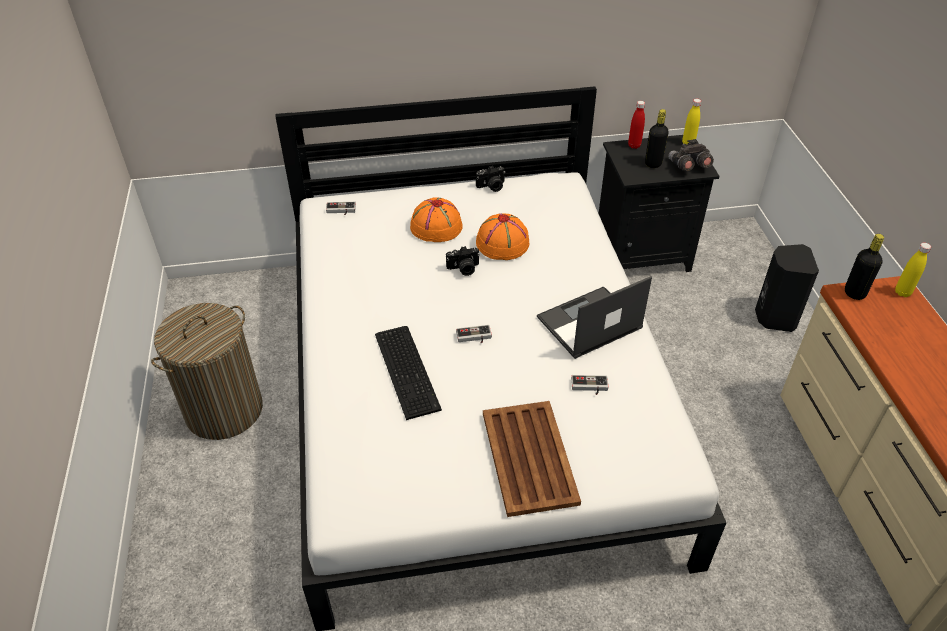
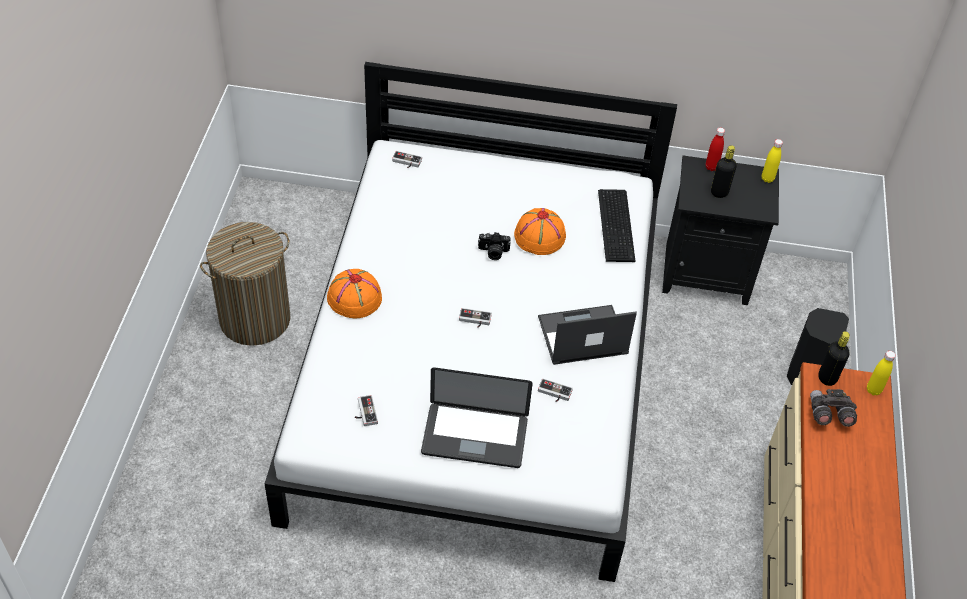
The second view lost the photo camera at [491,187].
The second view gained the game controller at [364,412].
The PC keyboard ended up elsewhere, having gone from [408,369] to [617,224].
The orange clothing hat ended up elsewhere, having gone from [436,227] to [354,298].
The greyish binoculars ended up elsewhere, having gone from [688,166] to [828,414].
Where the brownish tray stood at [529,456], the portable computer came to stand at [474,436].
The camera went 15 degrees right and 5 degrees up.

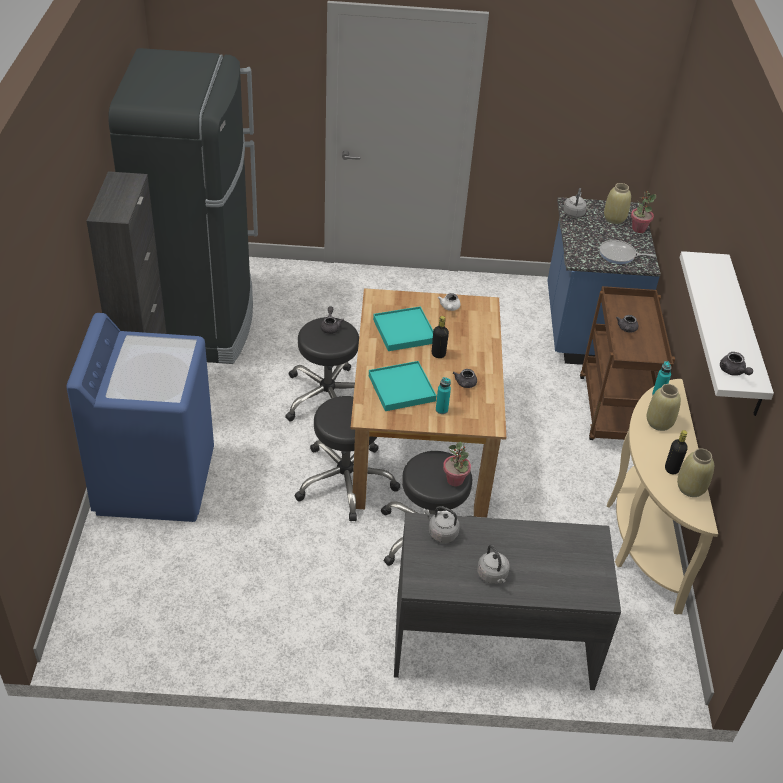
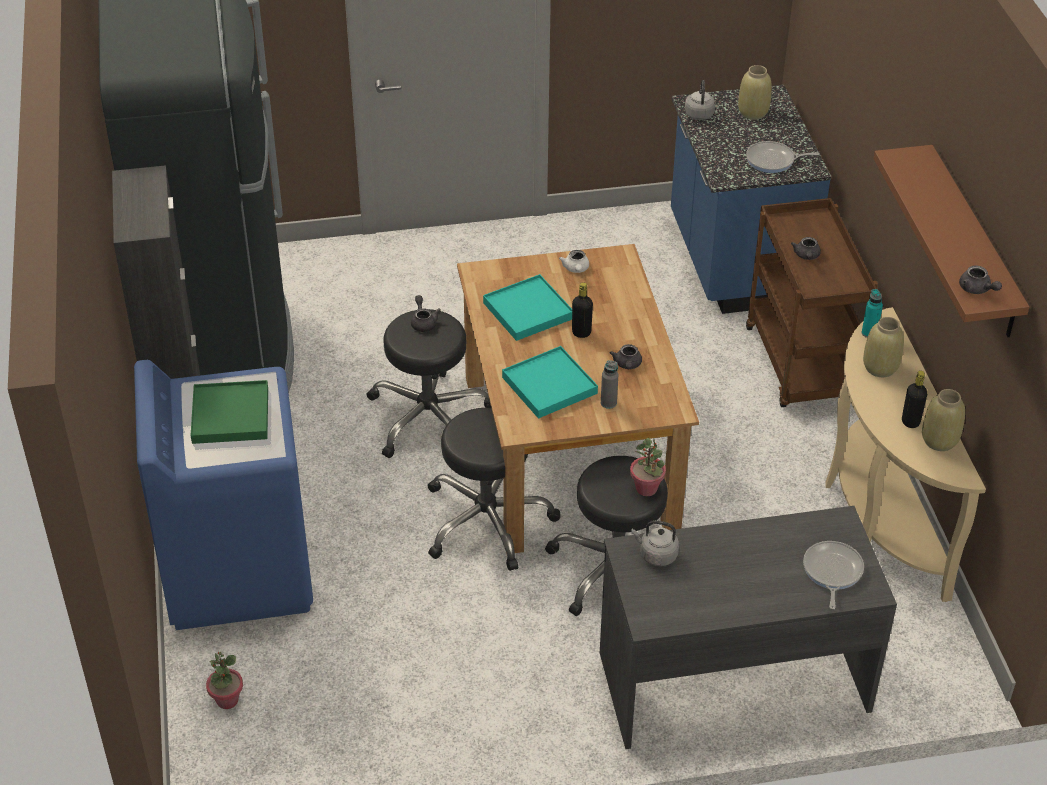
The second view lost the greyish kettle at [493,576].
The second view gained the green tray at [230,415].
The second view gained the skillet at [832,572].
The potted plant ended up elsewhere, having gone from [638,229] to [227,700].
What was the blue-green bottle at [441,410] turned into the greyish bottle at [608,403].
What was the white bracket shelf at [743,336] turned into the brownish bracket shelf at [973,243].
The camera went 10 degrees left and 0 degrees up.

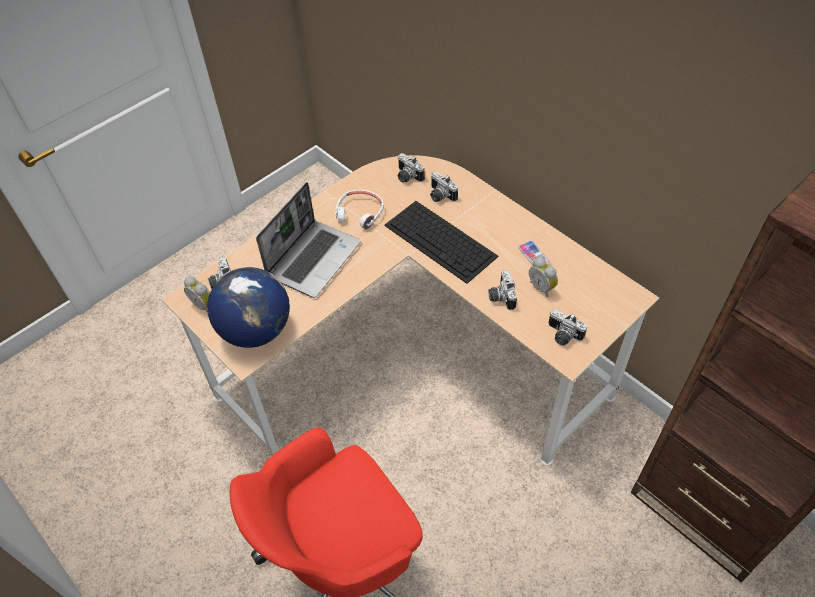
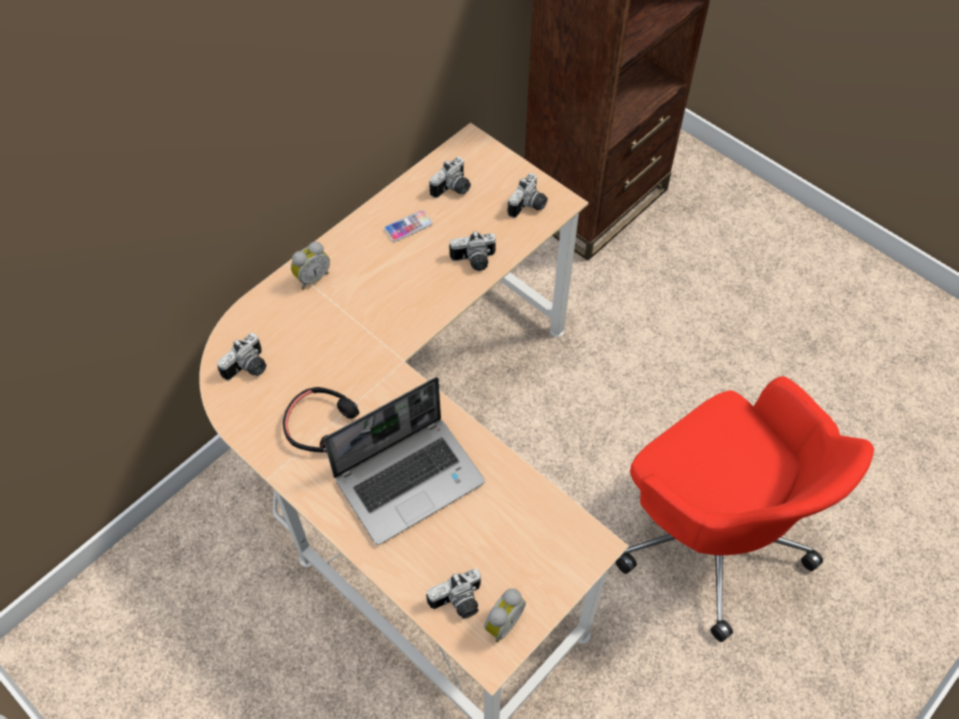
The second view lost the world globe at [256,330].
The second view lost the PC keyboard at [441,241].
The photo camera ended up elsewhere, having gone from [439,196] to [453,189].
The alarm clock ended up elsewhere, having gone from [542,287] to [312,277].
What was the white headphones at [360,213] turned into the black headphones at [320,425].
The portable computer at [314,258] ended up facing another way, 120 degrees clockwise from before.
The camera went 95 degrees left and 5 degrees up.

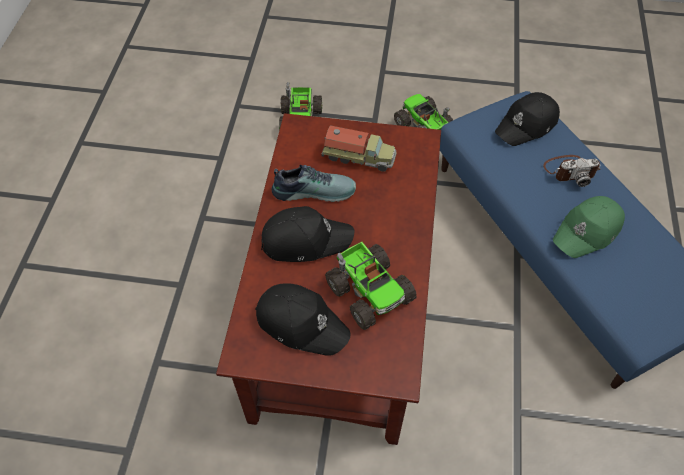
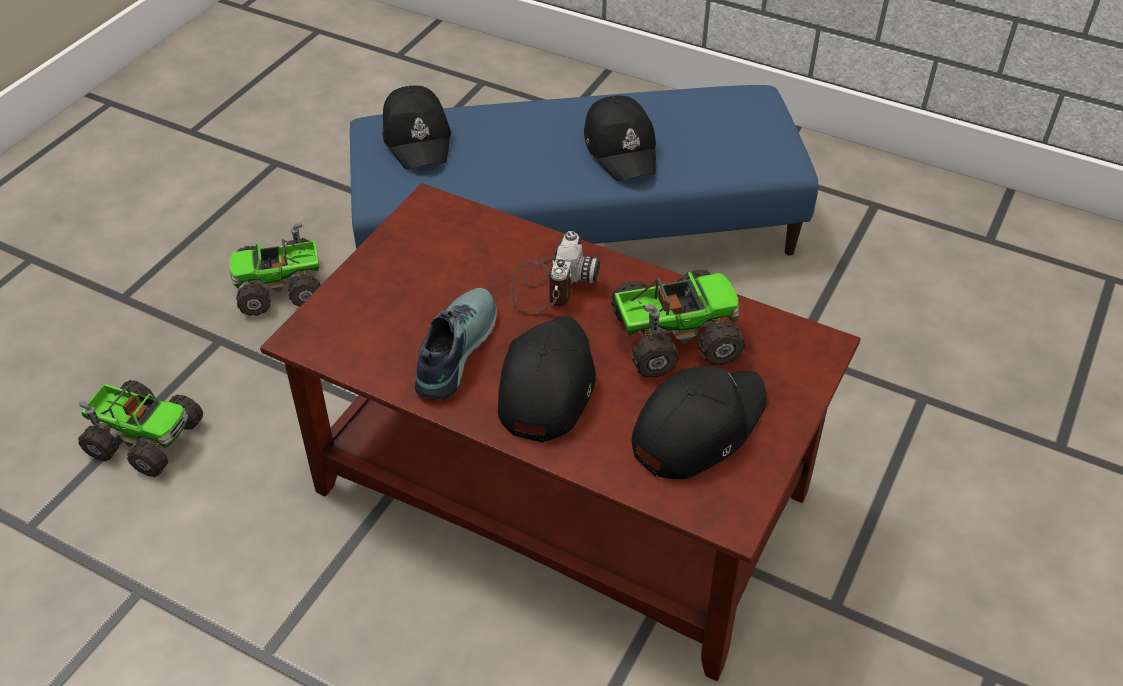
The second view lost the toy truck at [359,157].
The photo camera ended up elsewhere, having gone from [570,171] to [549,283].
What was the green peaked cap at [588,231] turned into the black peaked cap at [621,148].
The camera went 70 degrees left and 10 degrees down.

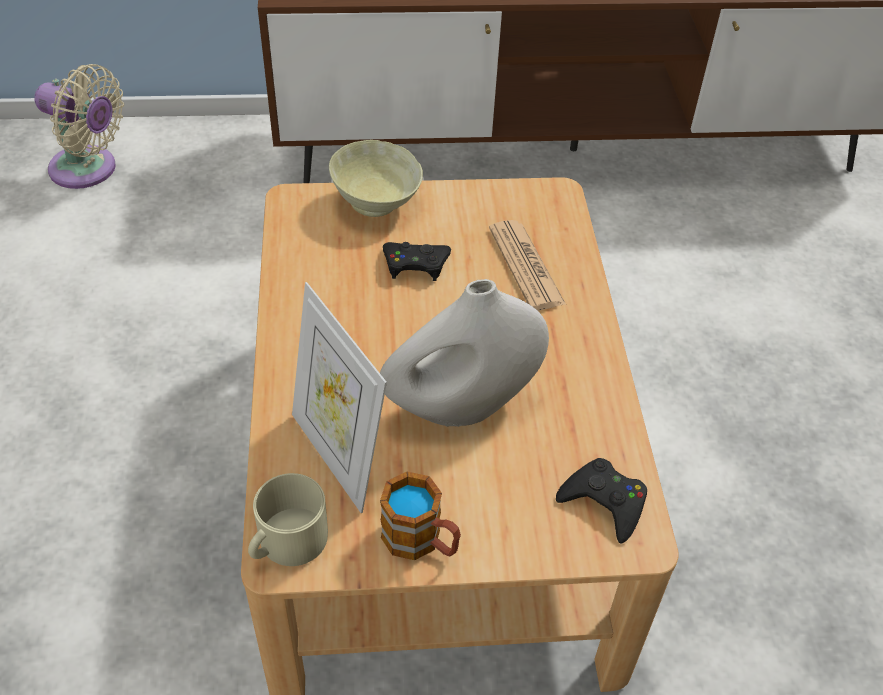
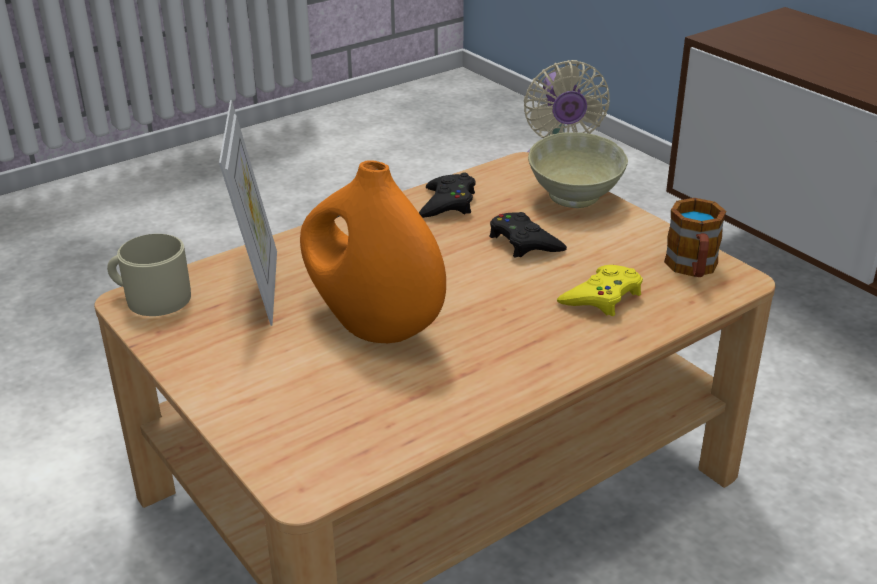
The tea mug ended up elsewhere, having gone from [421,541] to [692,269].
The black game controller ended up elsewhere, having gone from [604,503] to [447,203].
Where the printed paper stood at [526,266], the yellow-coloured game controller came to stand at [602,297].
What was the white vase at [461,408] turned into the orange vase at [373,326].
The standing frame at [338,455] ended up facing another way, 150 degrees clockwise from before.
The camera went 60 degrees right and 15 degrees down.

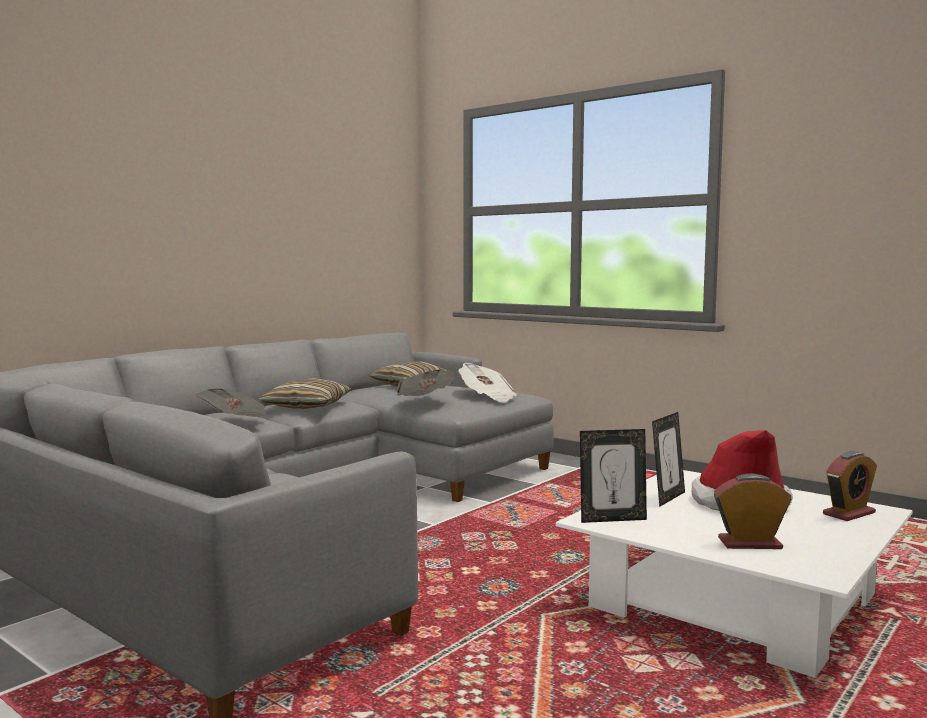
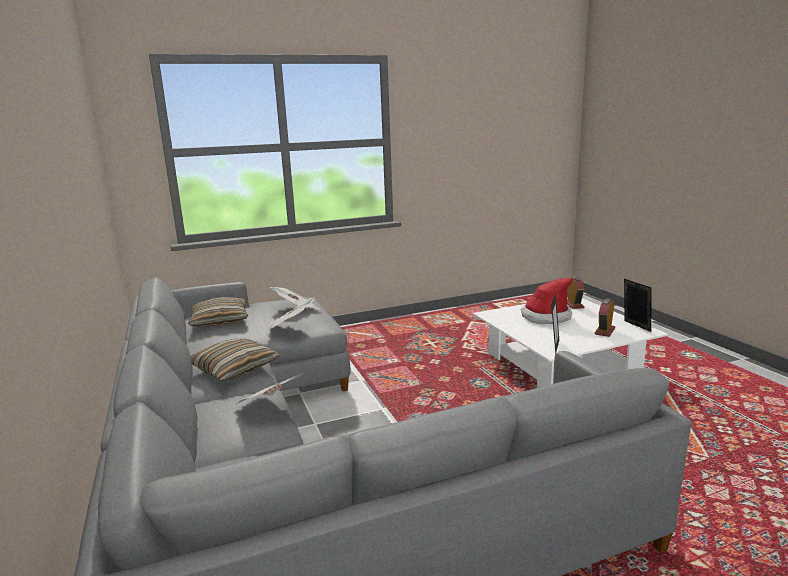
The standing frame ended up elsewhere, having gone from [667,498] to [635,326].
The camera went 60 degrees left and 10 degrees up.

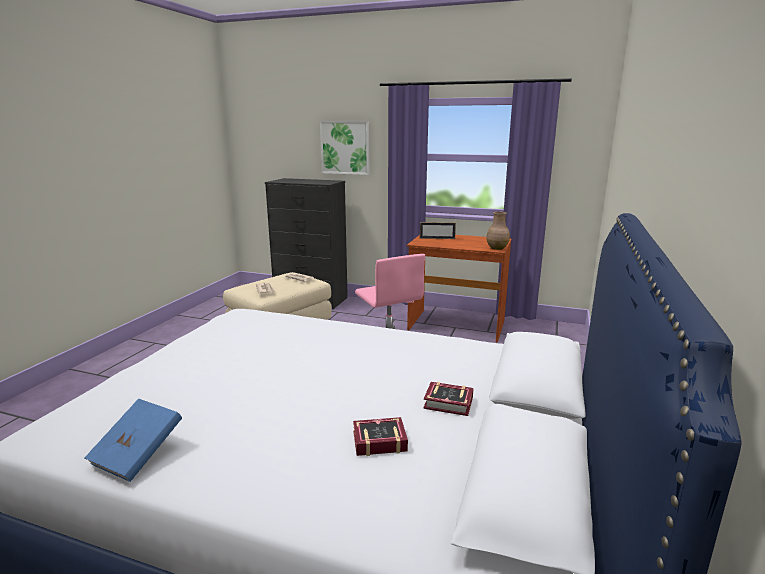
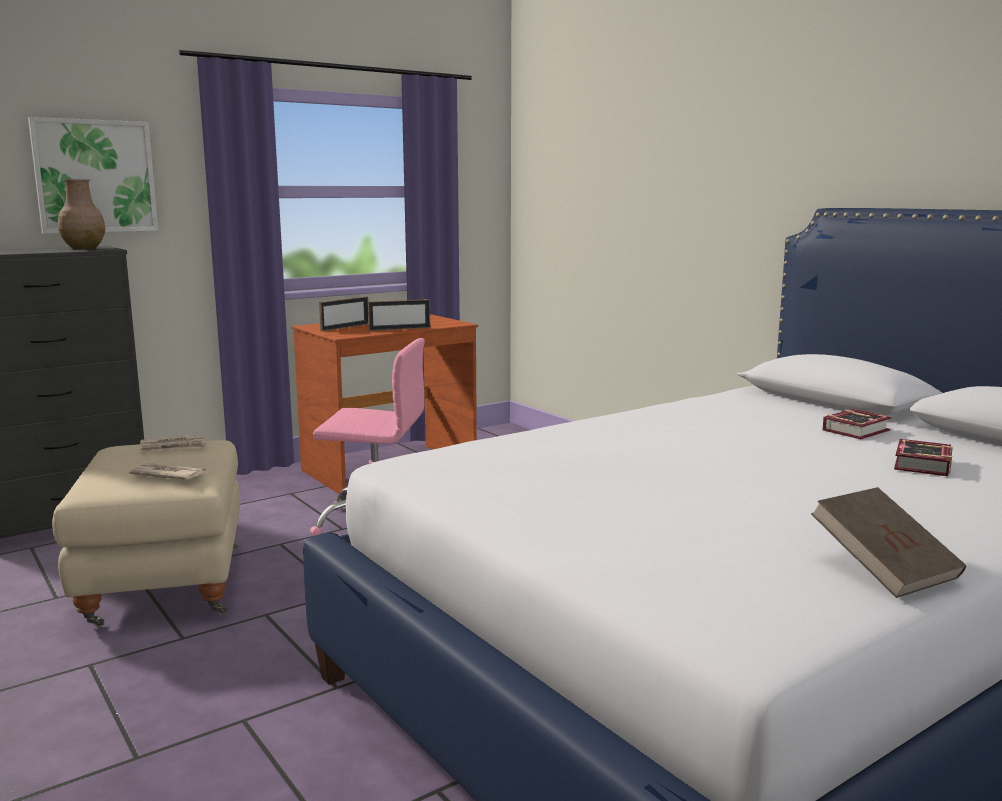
The second view gained the standing frame at [399,329].
The brownish vase ended up elsewhere, having gone from [496,248] to [83,248].
What was the blue volume at [138,454] turned into the brownish volume at [884,569].
The camera went 55 degrees left and 5 degrees down.

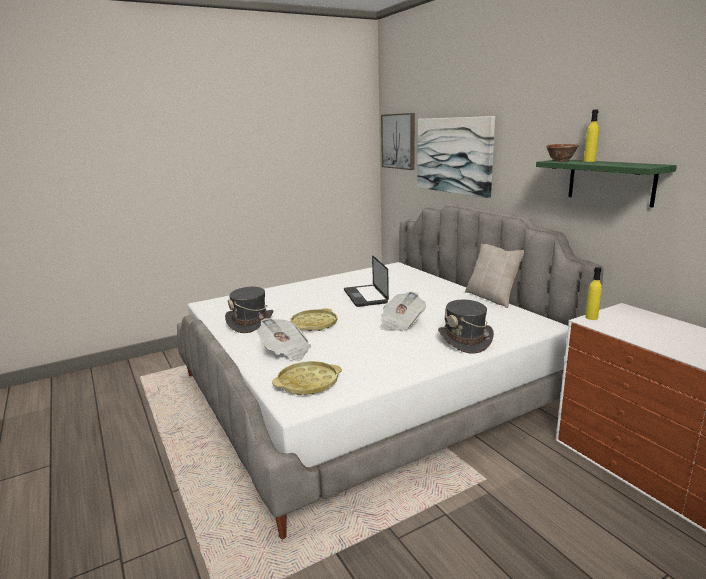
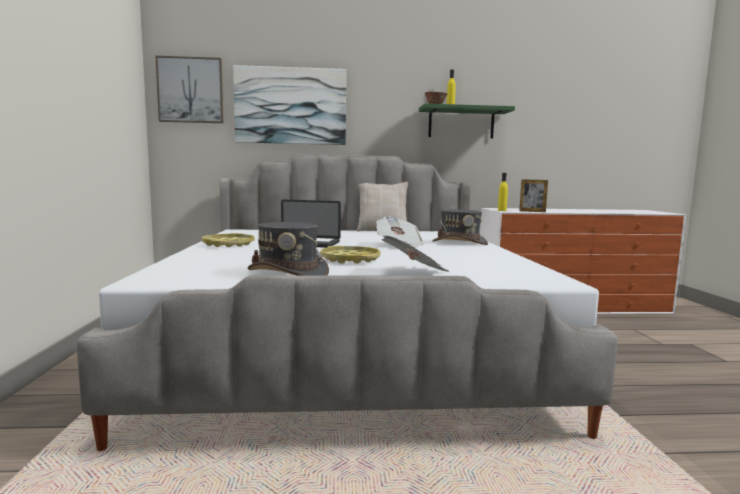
The second view gained the standing frame at [532,211].
The yellow-coloured tray ended up elsewhere, having gone from [308,383] to [228,244].
The camera went 65 degrees left and 10 degrees down.

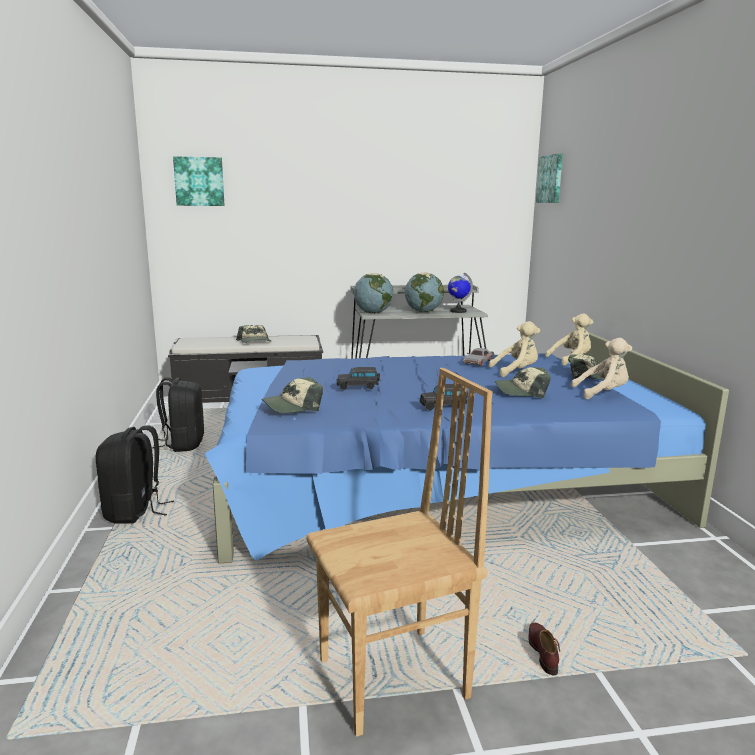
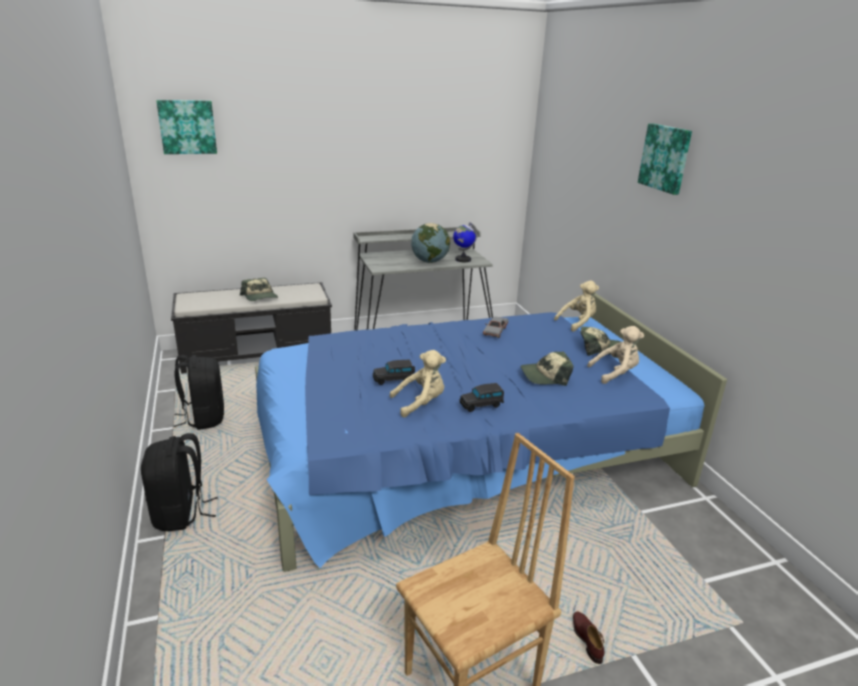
The second view lost the peaked cap at [292,406].
The second view lost the world globe at [373,313].
The beige-coloured plush toy ended up elsewhere, having gone from [516,371] to [421,403].
The wall art ended up elsewhere, having gone from [551,179] to [666,158].
The camera went 10 degrees left and 10 degrees up.

